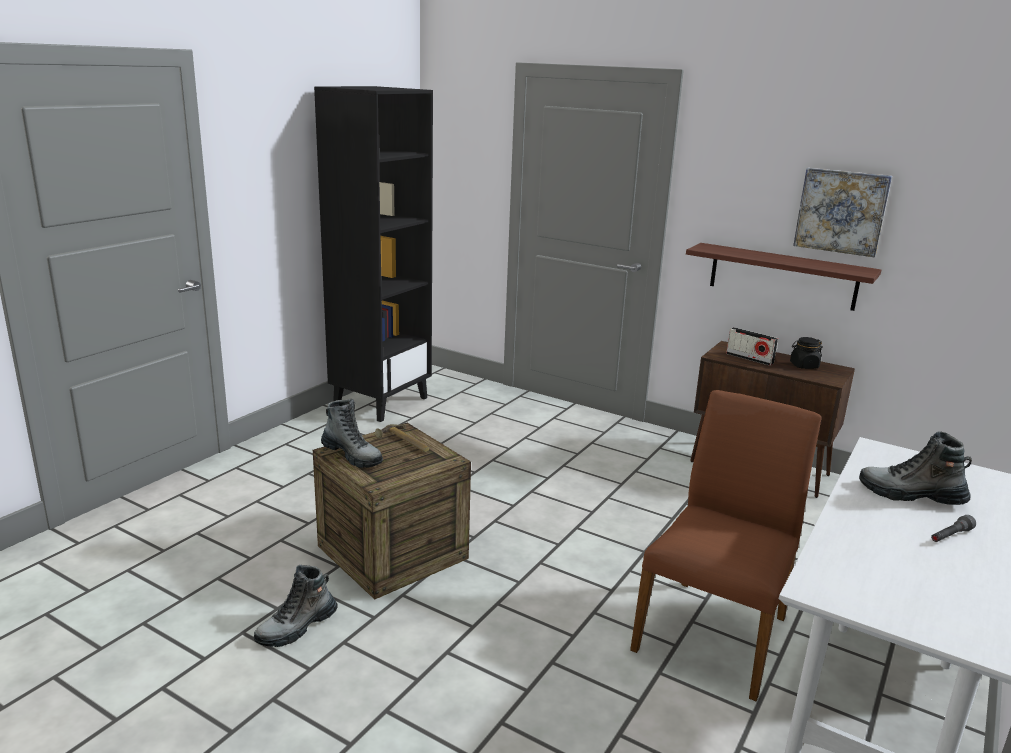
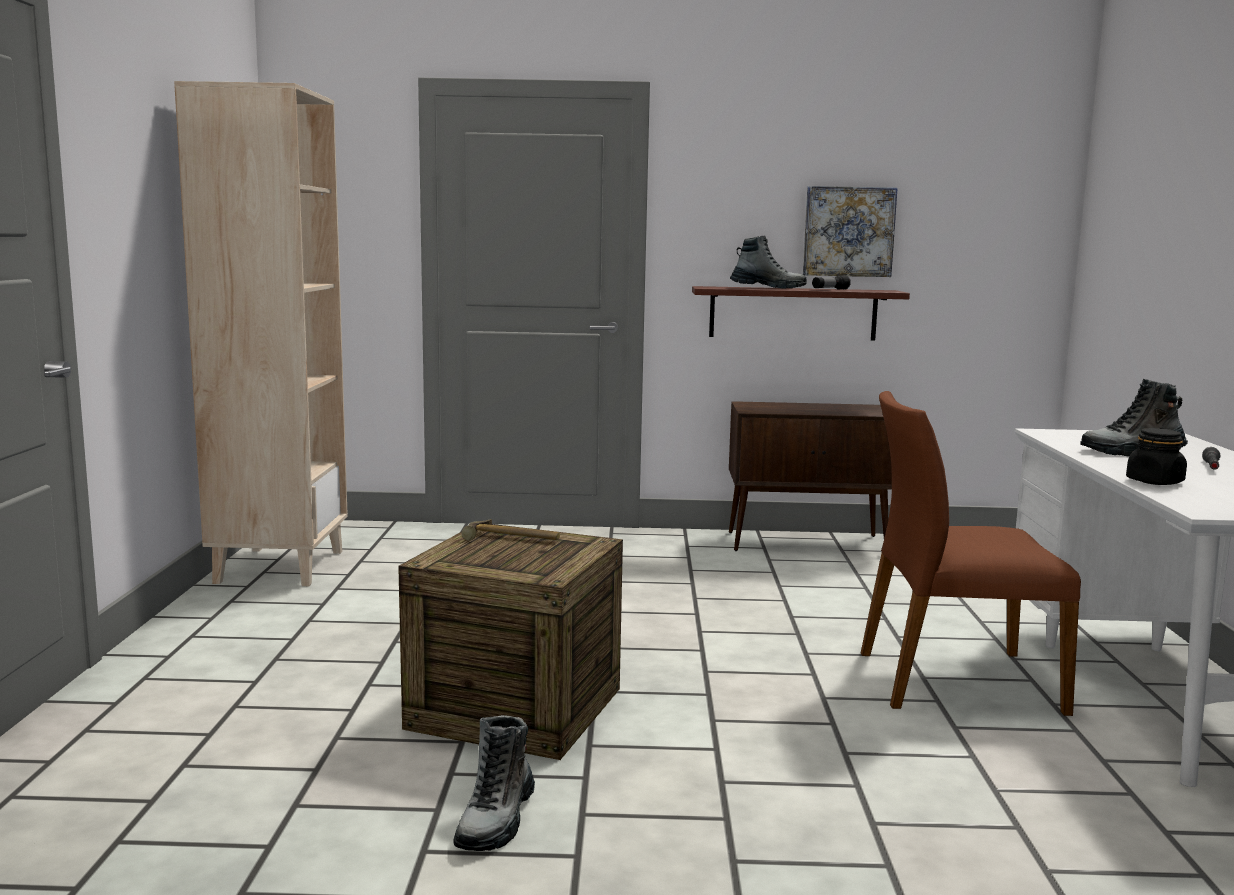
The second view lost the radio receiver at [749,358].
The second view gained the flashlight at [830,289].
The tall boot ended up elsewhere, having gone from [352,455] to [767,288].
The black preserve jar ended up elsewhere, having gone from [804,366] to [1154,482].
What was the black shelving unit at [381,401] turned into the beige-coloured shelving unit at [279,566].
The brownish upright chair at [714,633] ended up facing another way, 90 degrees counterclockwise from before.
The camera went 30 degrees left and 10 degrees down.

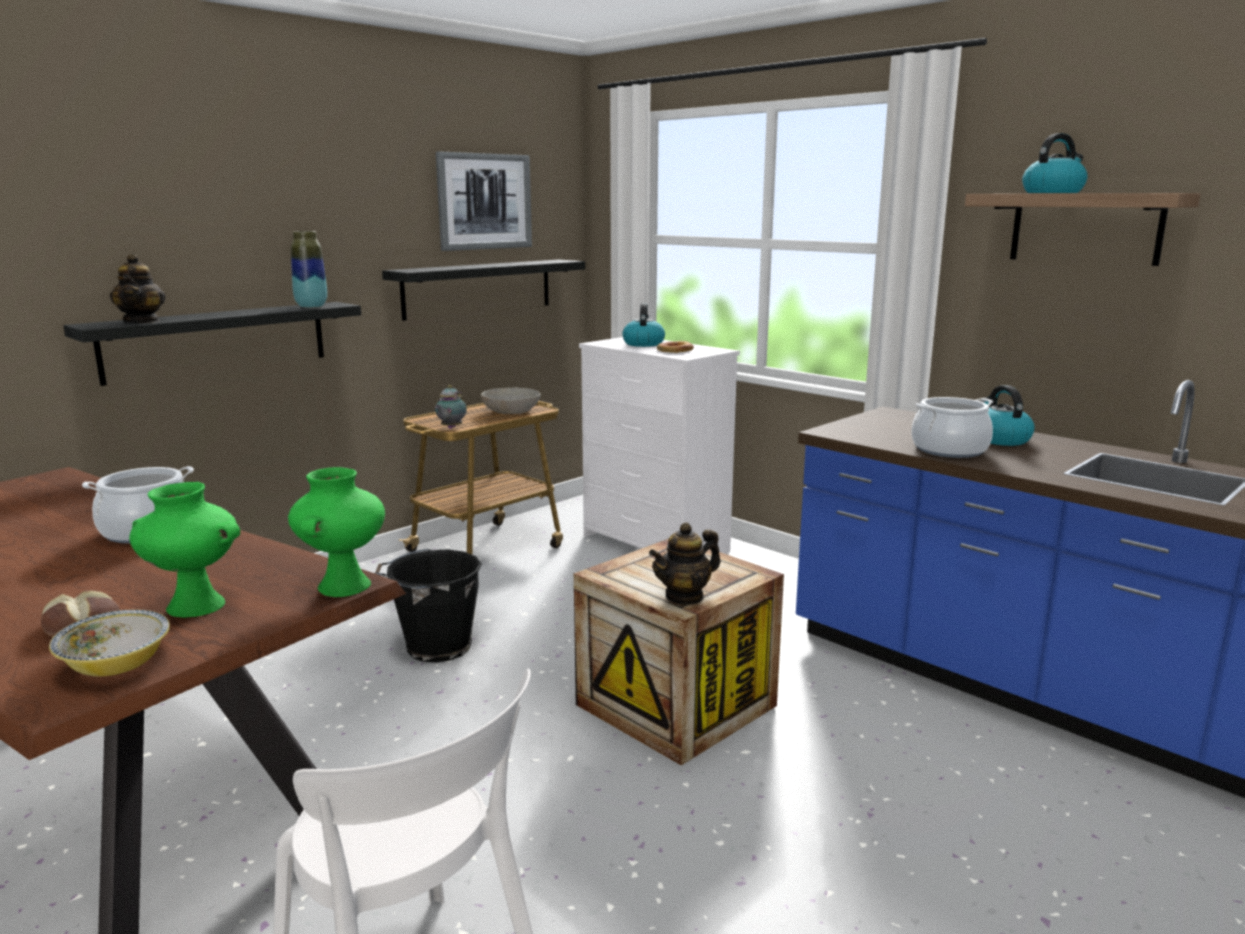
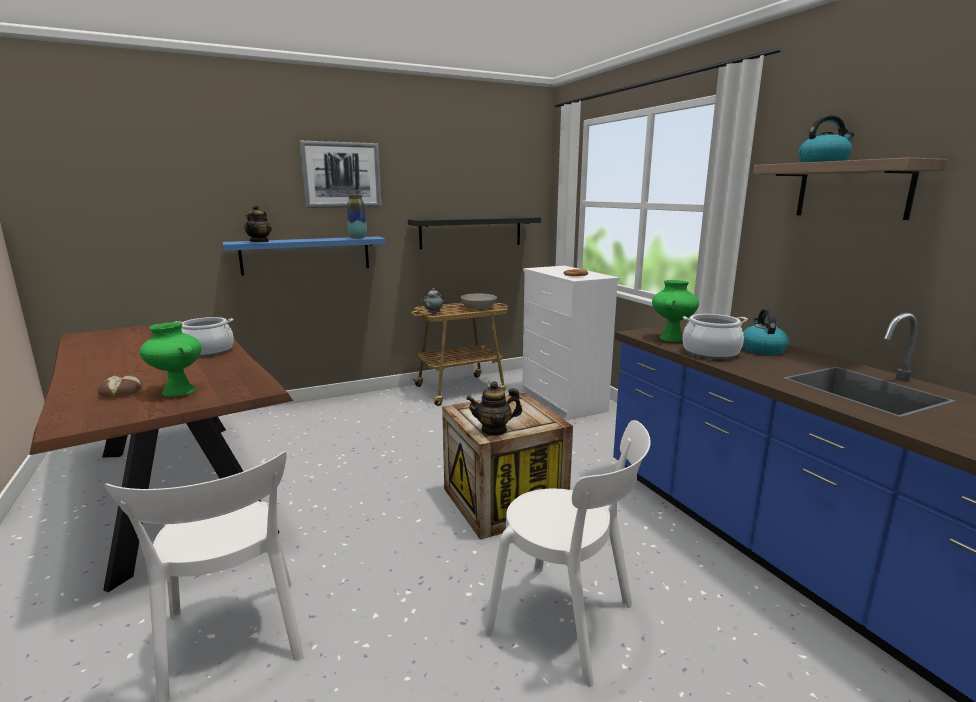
The second view lost the deep dish at [116,666].
The second view lost the black pail at [436,647].
The second view lost the kettle at [643,343].
The second view gained the white upright chair at [567,622].
The green vase ended up elsewhere, having gone from [344,585] to [671,338].
The wall art ended up elsewhere, having gone from [484,201] to [341,175].
What was the black bracket shelf at [217,341] turned into the blue bracket shelf at [306,255].
The camera went 20 degrees right and 0 degrees up.

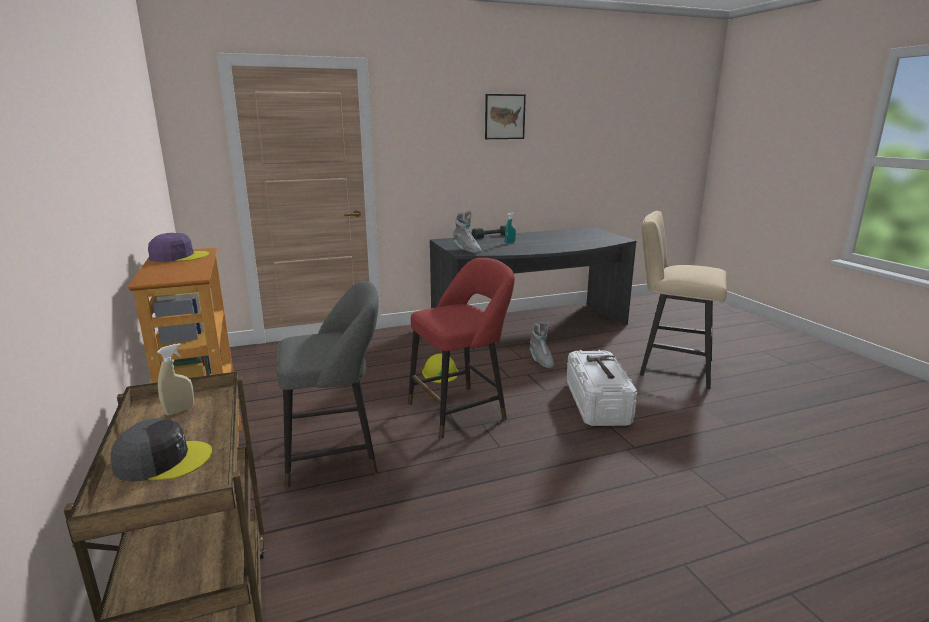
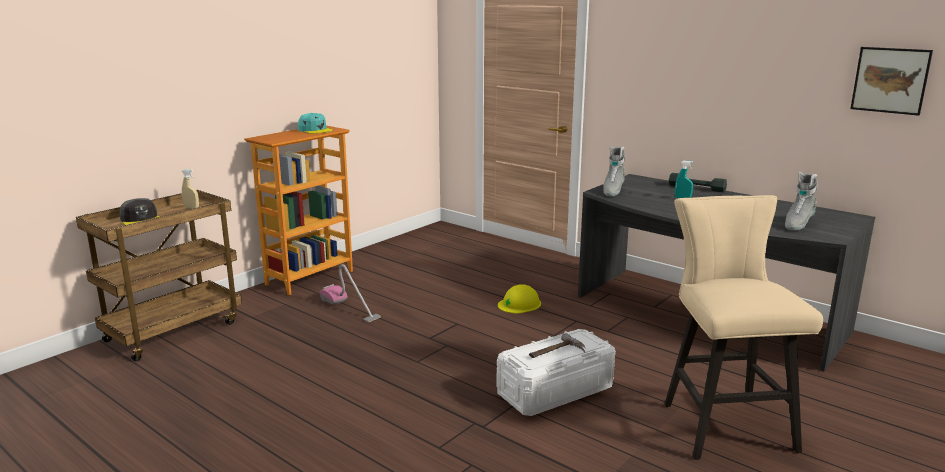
The second view lost the red sitting stool at [461,410].
The wall art ended up elsewhere, having gone from [504,116] to [890,80].
The greyish tall boot ended up elsewhere, having gone from [541,361] to [797,224].
Where the greyish sitting stool stood at [337,454], the hoover came to stand at [349,308].
What was the purplish peaked cap at [178,256] turned into the blue-green peaked cap at [315,130].
The camera went 60 degrees right and 0 degrees up.

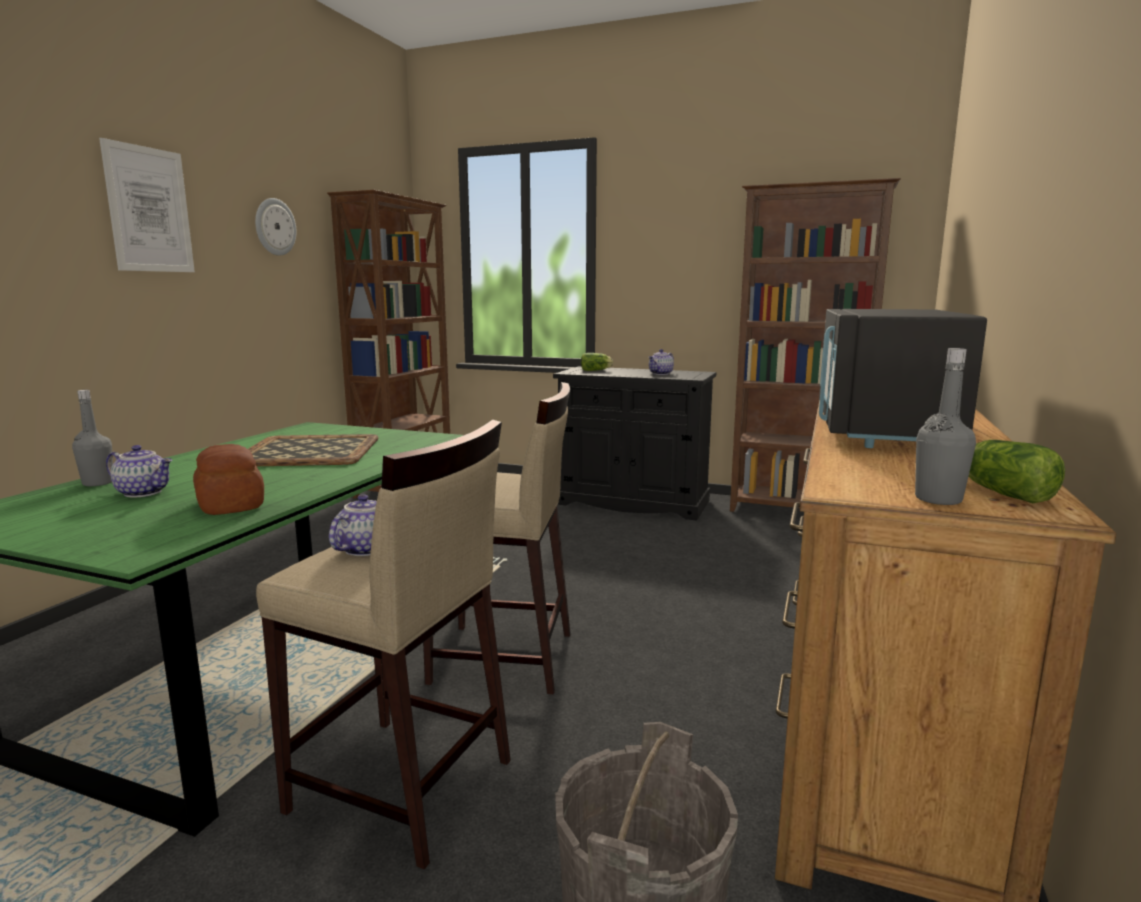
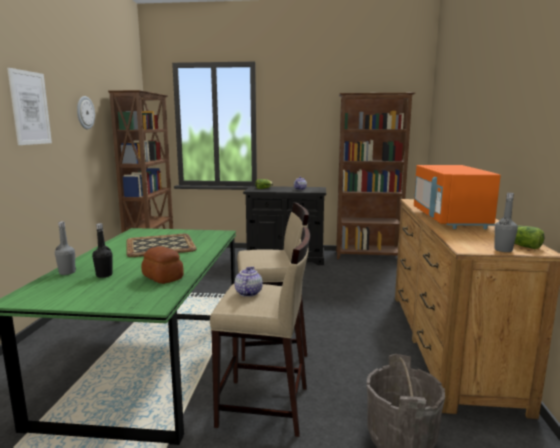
Where the tea pot stood at [144,492], the black bottle came to stand at [104,275].
What was the black microwave at [881,430] turned into the orange microwave at [449,219].
The camera went 15 degrees left and 0 degrees up.

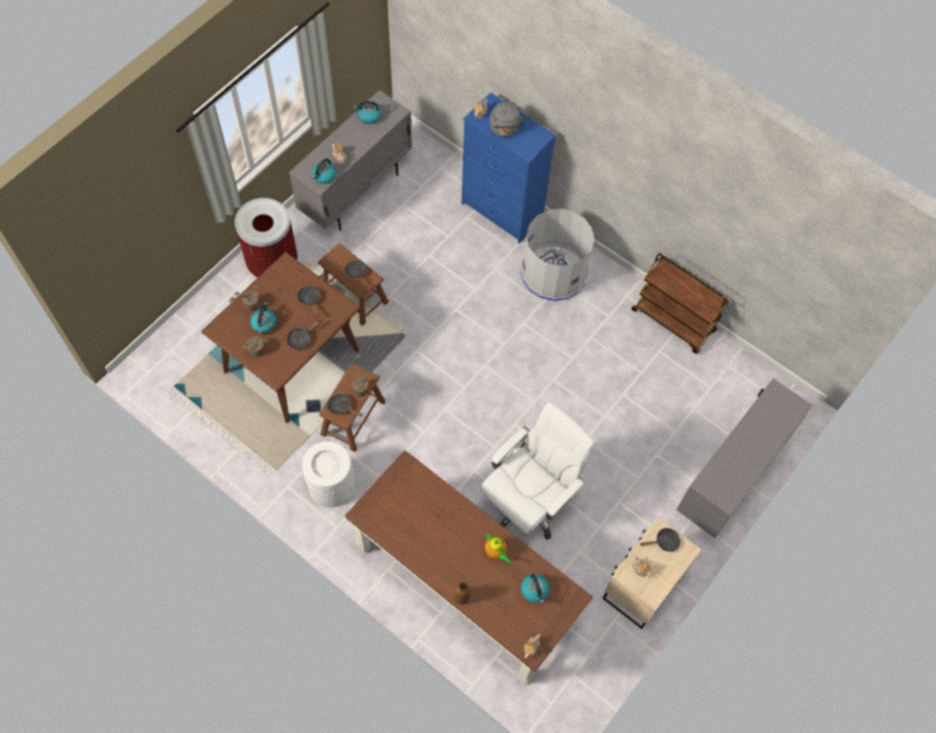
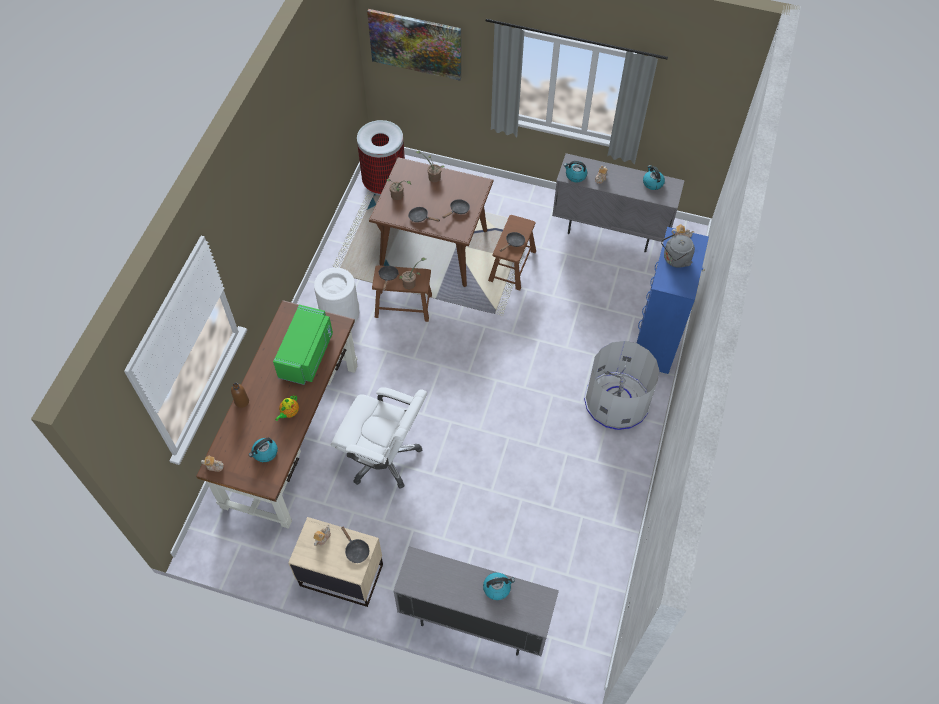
The second view lost the brownish cart at [674,321].
The second view gained the green microwave at [307,355].
The second view gained the wall art at [415,44].
The trash can ended up elsewhere, having gone from [272,263] to [384,183].
The kettle ended up elsewhere, having gone from [264,323] to [497,588].
The camera went 70 degrees right and 5 degrees down.

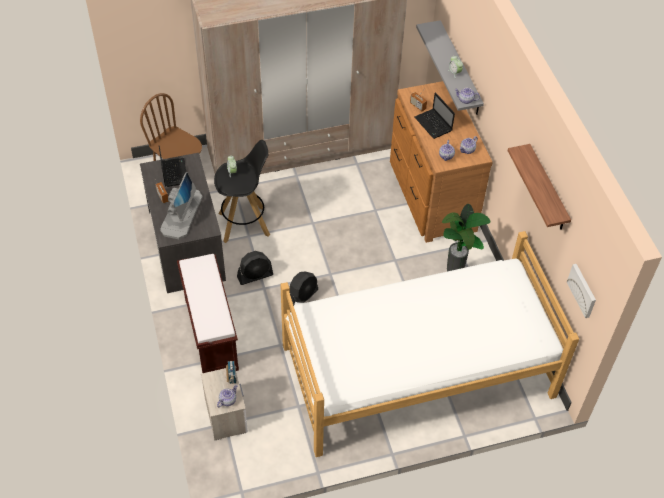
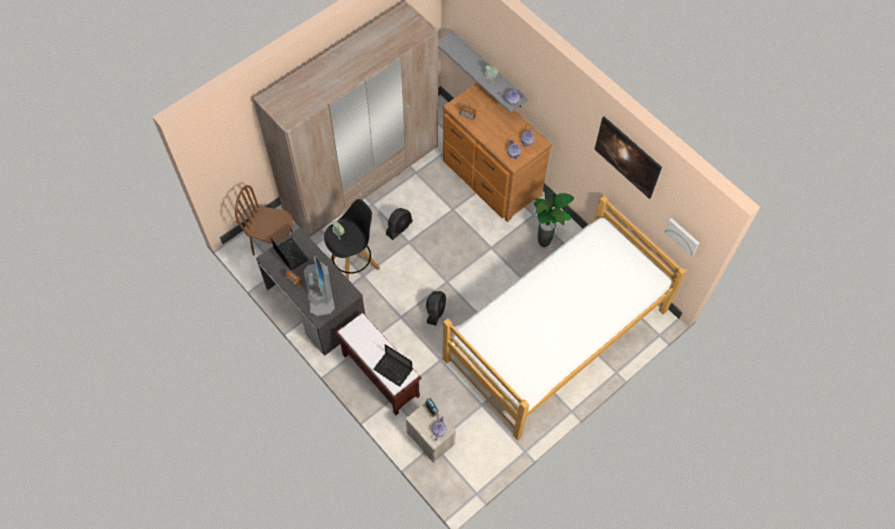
The black fan ended up elsewhere, having gone from [255,276] to [399,228].
The portable computer ended up elsewhere, having gone from [433,125] to [393,370].
Where the bracket shelf hung at [547,189], the wall art came to hang at [625,165].
The camera went 25 degrees left and 10 degrees up.

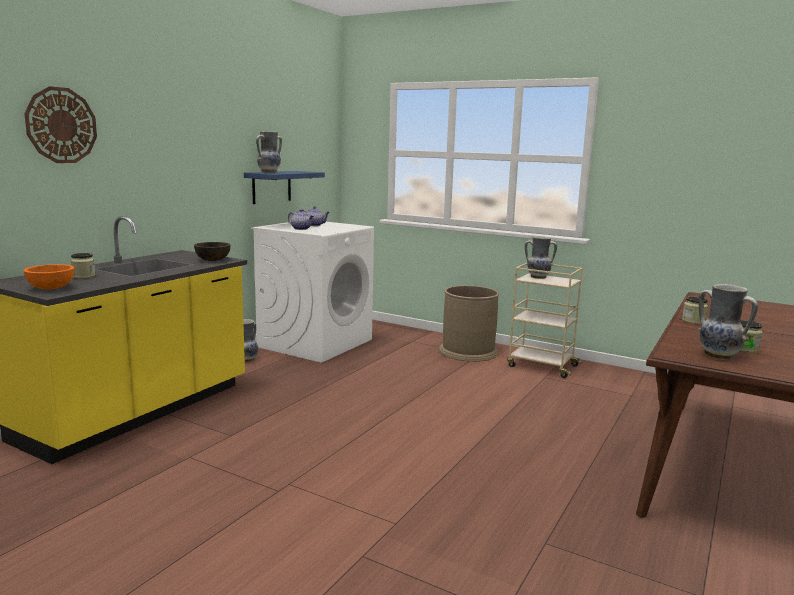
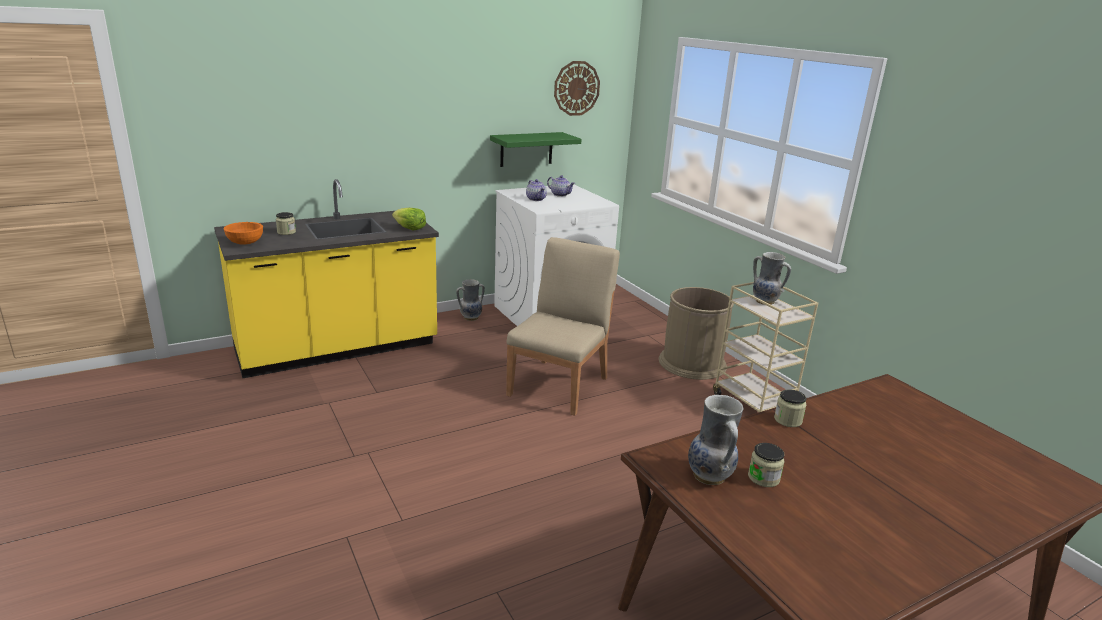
The second view lost the vase at [269,172].
The second view gained the beige-coloured upright chair at [559,386].
The wall clock ended up elsewhere, having gone from [61,125] to [576,88].
Where the brownish deep dish stood at [213,260], the head of lettuce came to stand at [409,228].
What was the blue bracket shelf at [271,187] turned into the green bracket shelf at [526,149].
The camera went 30 degrees right and 10 degrees up.

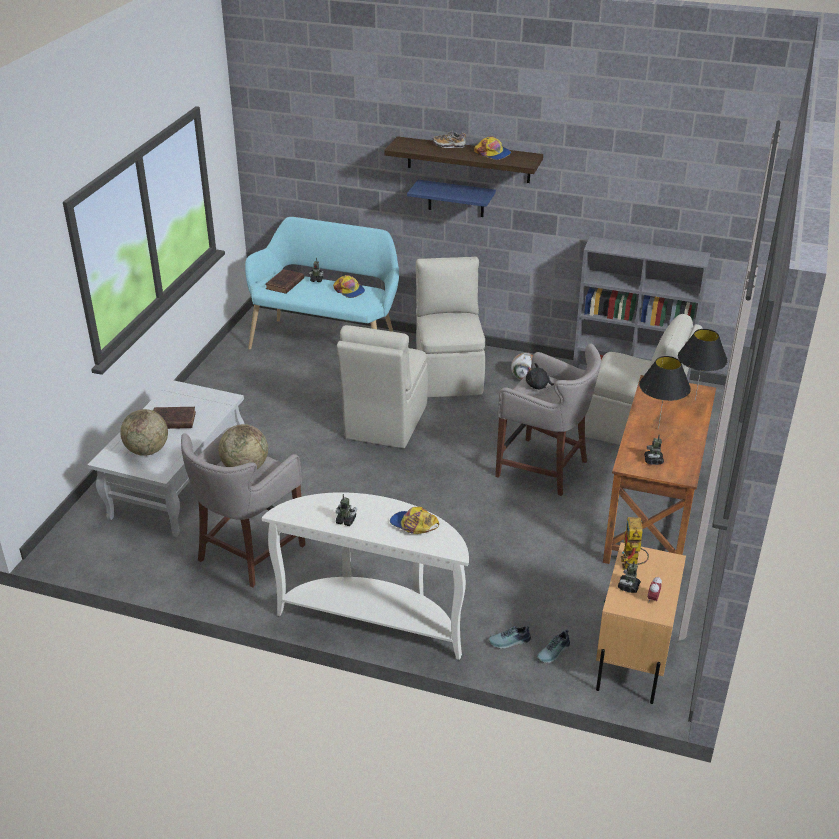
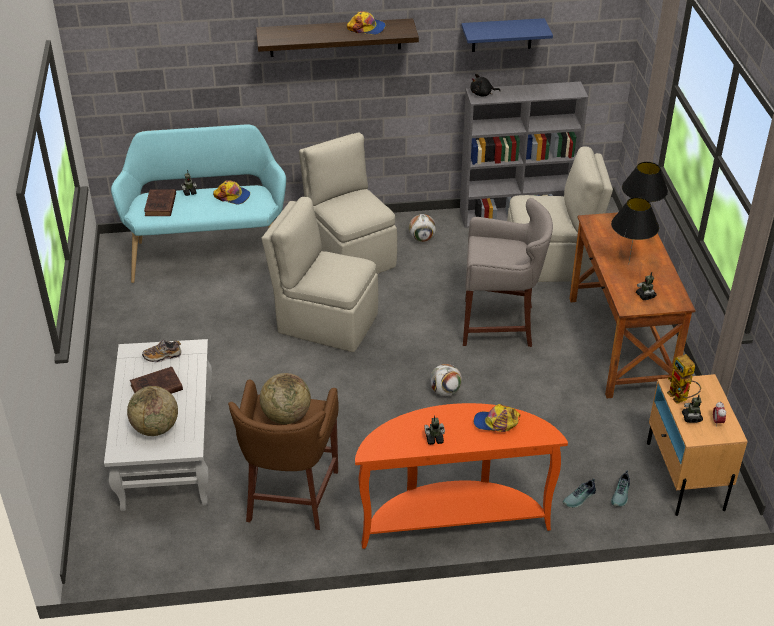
The second view gained the football ball at [445,391].
The blue bracket shelf ended up elsewhere, having gone from [456,198] to [502,35].
The low shoe ended up elsewhere, having gone from [449,145] to [162,356].
The black plush toy ended up elsewhere, having gone from [539,386] to [482,94].
What was the greyish sitting stool at [248,553] turned into the brownish sitting stool at [290,497].
What was the white console table at [375,619] turned into the orange console table at [452,519].
The beige-coloured upright chair at [385,422] ended up facing another way, 120 degrees clockwise from before.
The camera went 25 degrees left and 5 degrees up.

